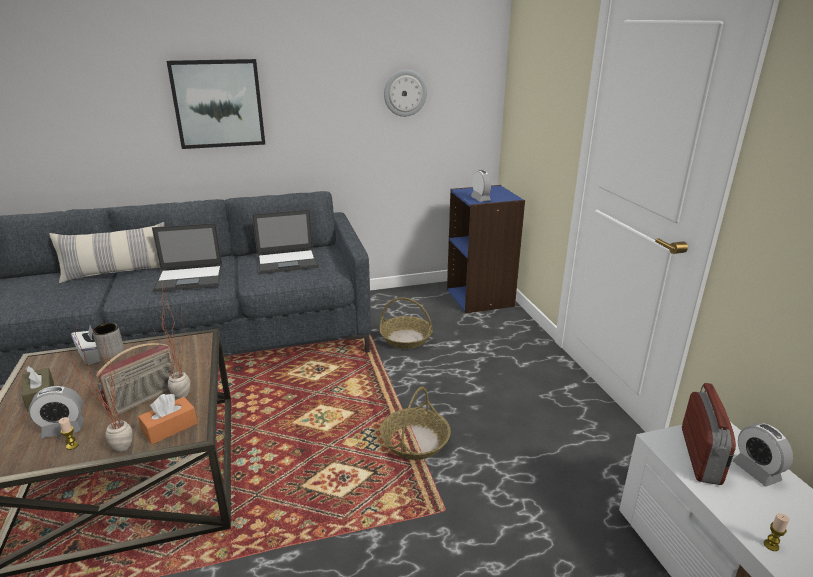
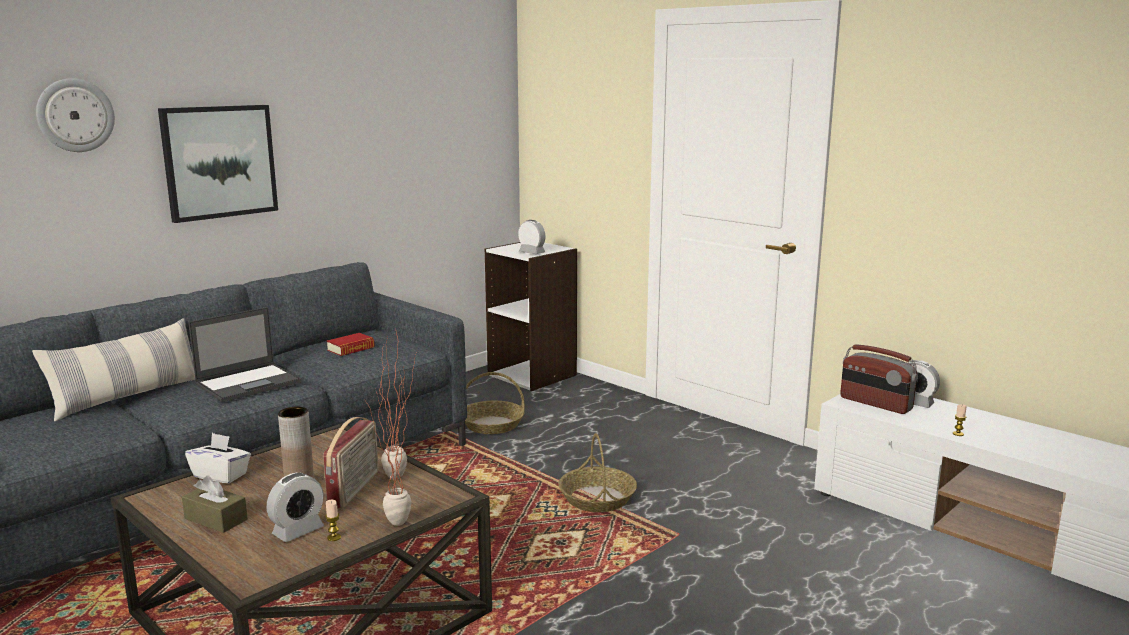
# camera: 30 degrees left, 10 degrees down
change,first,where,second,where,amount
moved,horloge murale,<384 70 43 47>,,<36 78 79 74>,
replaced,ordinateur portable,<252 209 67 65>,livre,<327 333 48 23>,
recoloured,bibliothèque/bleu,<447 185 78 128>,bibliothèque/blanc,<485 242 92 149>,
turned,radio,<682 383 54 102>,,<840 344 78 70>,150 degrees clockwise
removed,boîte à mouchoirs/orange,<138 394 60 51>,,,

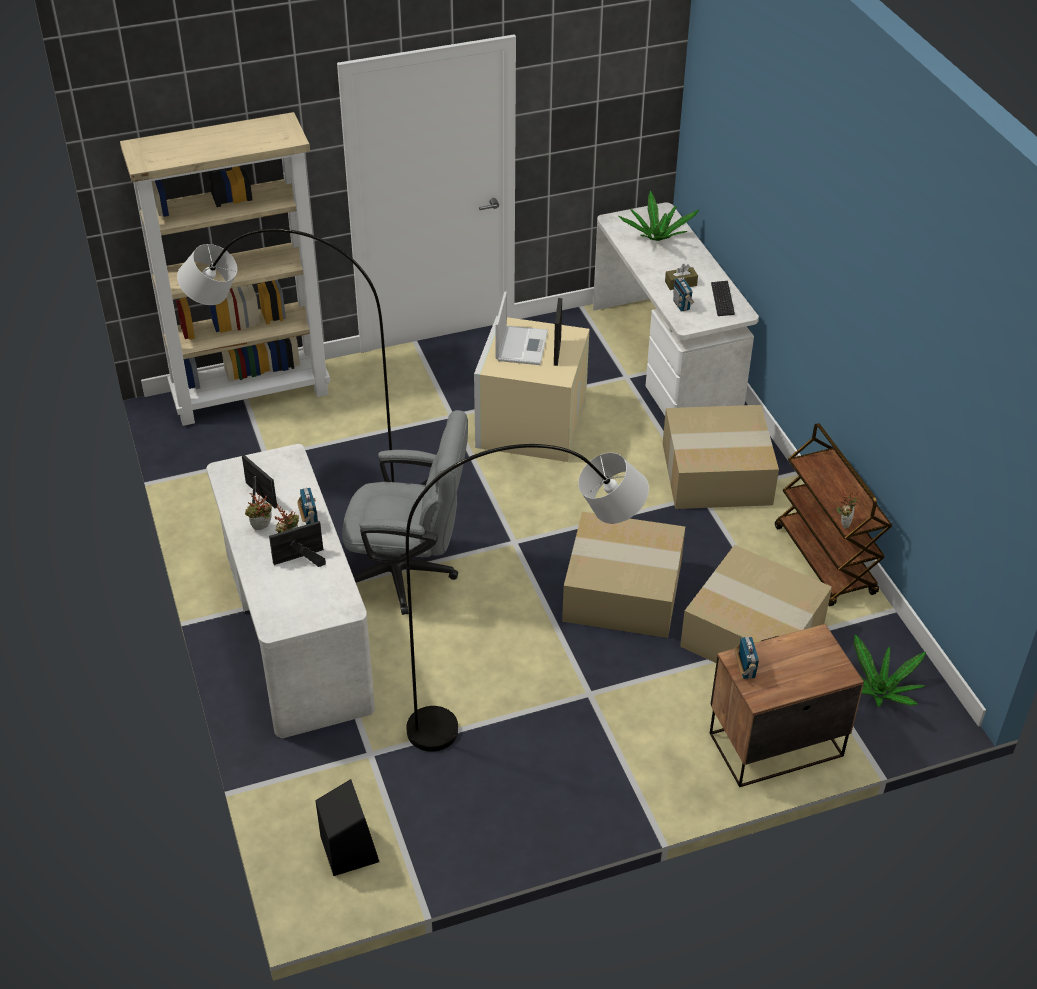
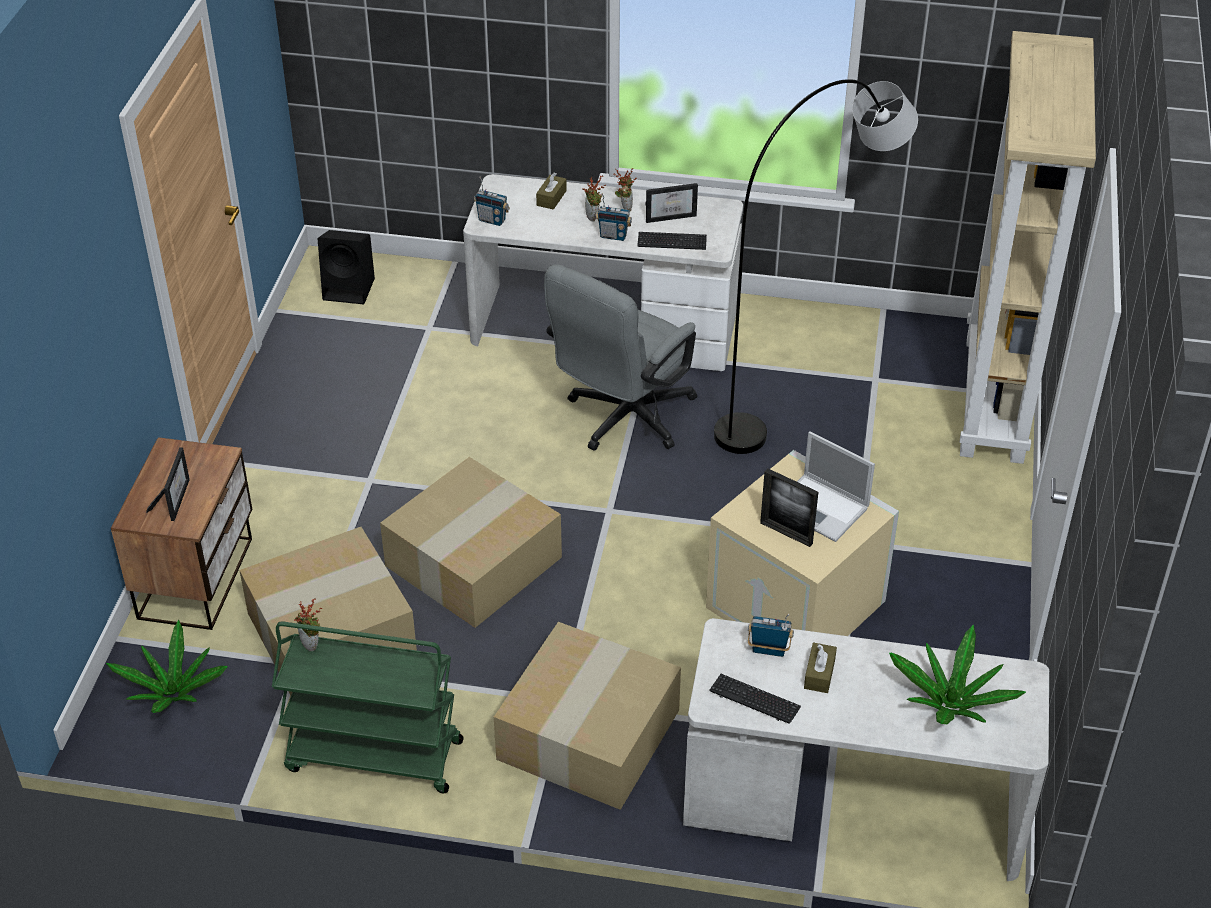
# camera: 120 degrees right, 0 degrees up
change,first,where,second,where,amount
moved,cadre photo,<269 521 57 46>,,<146 447 44 74>,
recoloured,chariot/marron,<775 423 117 183>,chariot/vert,<272 622 192 171>,
moved,radio,<735 637 24 42>,,<474 176 36 50>,
added,,,boîte à mouchoirs/marron,<536 172 31 38>,
added,,,clavier,<637 232 70 18>,
removed,lampadaire/gris,<406 444 243 308>,,,

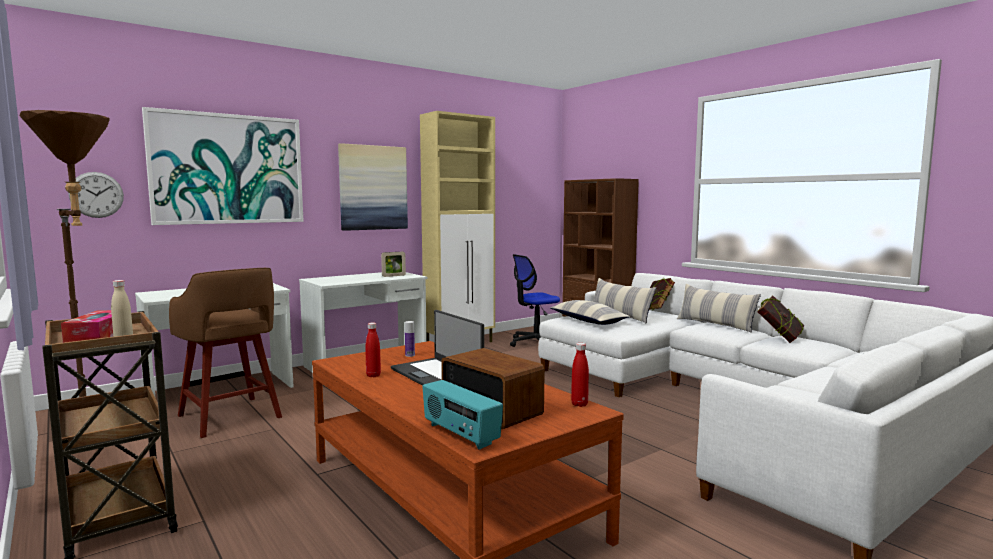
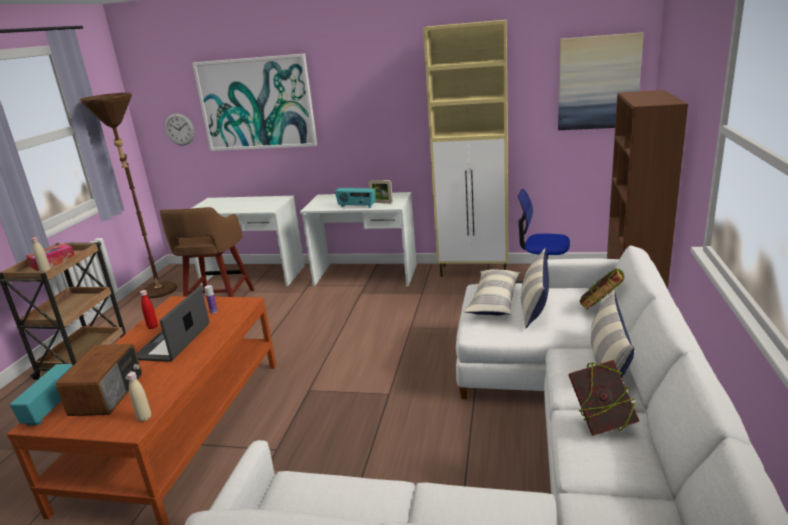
# camera: 50 degrees right, 15 degrees up
change,first,where,second,where,amount
recoloured,bouteille/rouge,<571 343 18 64>,bouteille/beige,<127 372 24 50>,
added,,,radio,<335 188 41 20>,
moved,tableau,<338 143 70 88>,,<558 32 85 98>,

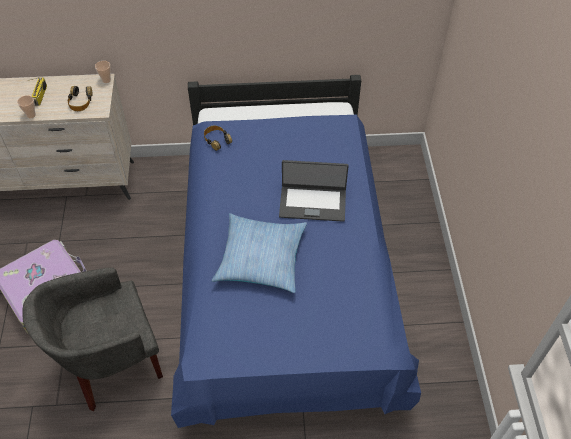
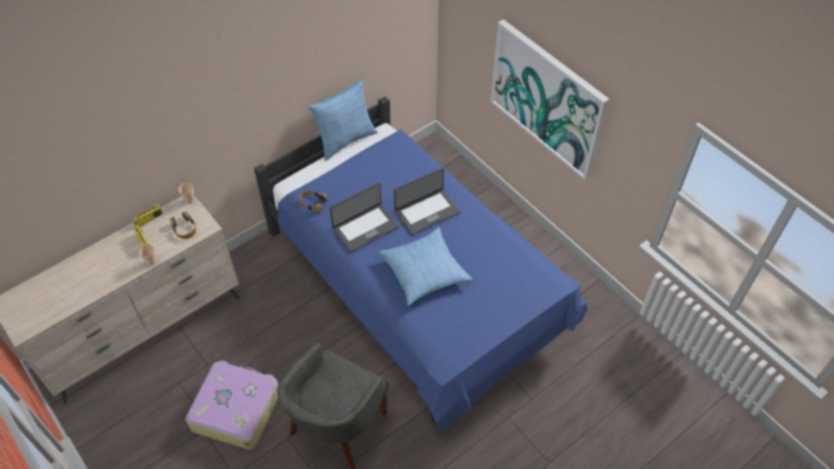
# camera: 35 degrees left, 0 degrees up
change,first,where,second,where,amount
added,,,radio,<133 204 30 23>,
added,,,coussin,<308 79 70 82>,
added,,,ordinateur portable,<330 182 69 70>,
added,,,tableau,<491 19 119 161>,

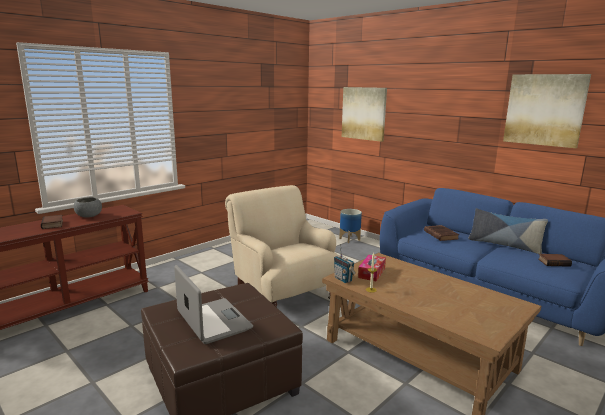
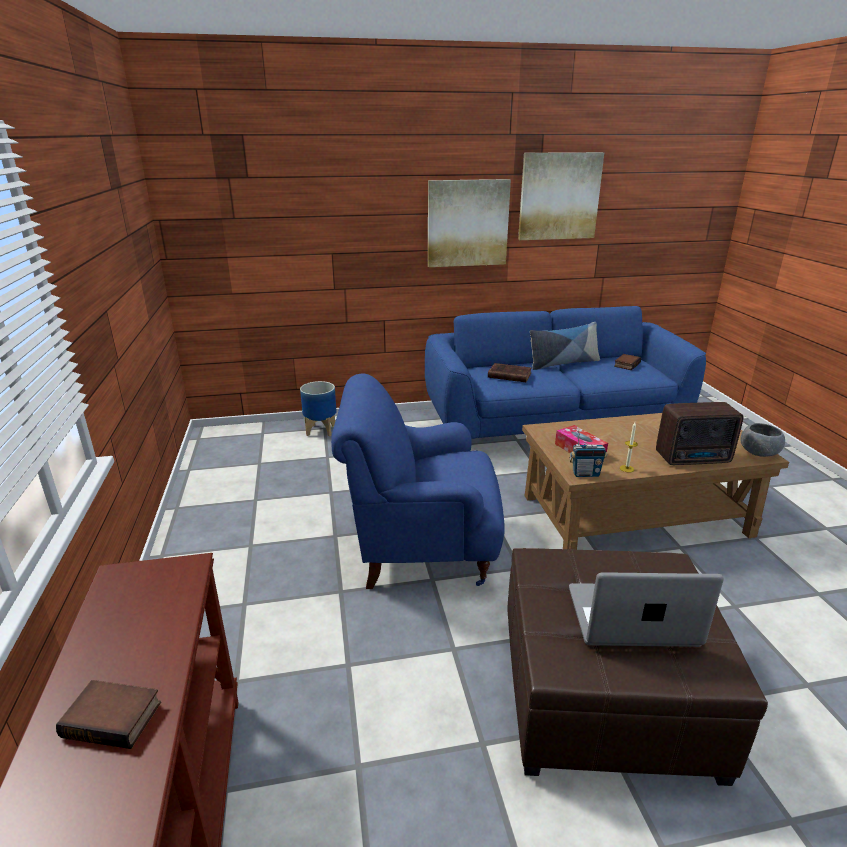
# camera: 55 degrees left, 10 degrees up
change,first,where,second,where,amount
recoloured,fauteuil/beige,<225 185 114 122>,fauteuil/bleu,<331 374 174 215>,
moved,tableau,<342 87 45 55>,,<428 179 83 88>,
added,,,radio,<656 402 88 63>,
moved,bol/gris,<74 197 28 21>,,<740 423 45 34>,

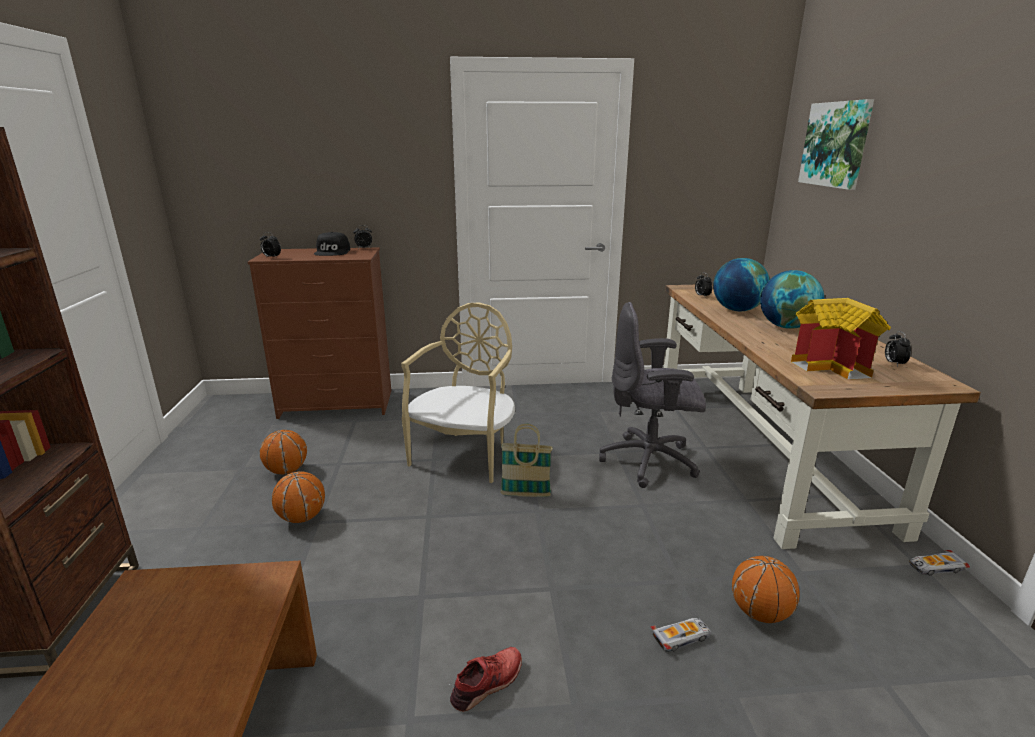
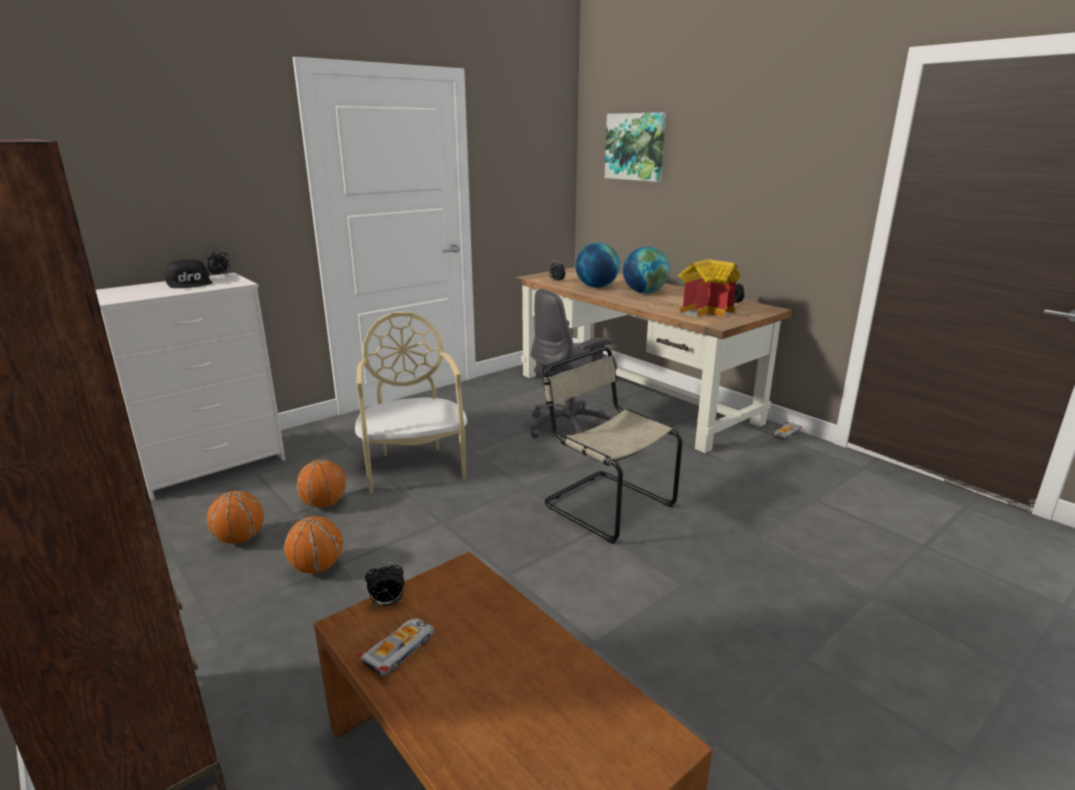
# camera: 35 degrees left, 0 degrees up
change,first,where,second,where,amount
recoloured,commode/marron,<248 248 143 171>,commode/blanc,<96 273 190 227>,
moved,ballon de basket,<732 556 68 67>,,<297 460 49 48>,
moved,petite voiture,<650 618 61 34>,,<357 618 77 58>,
moved,réveil,<260 232 21 26>,,<365 562 39 44>,
added,,,chaise/beige,<543 347 139 197>,
removed,chaussure/rouge,<450 647 72 65>,,,
removed,panier,<501 424 52 73>,,,

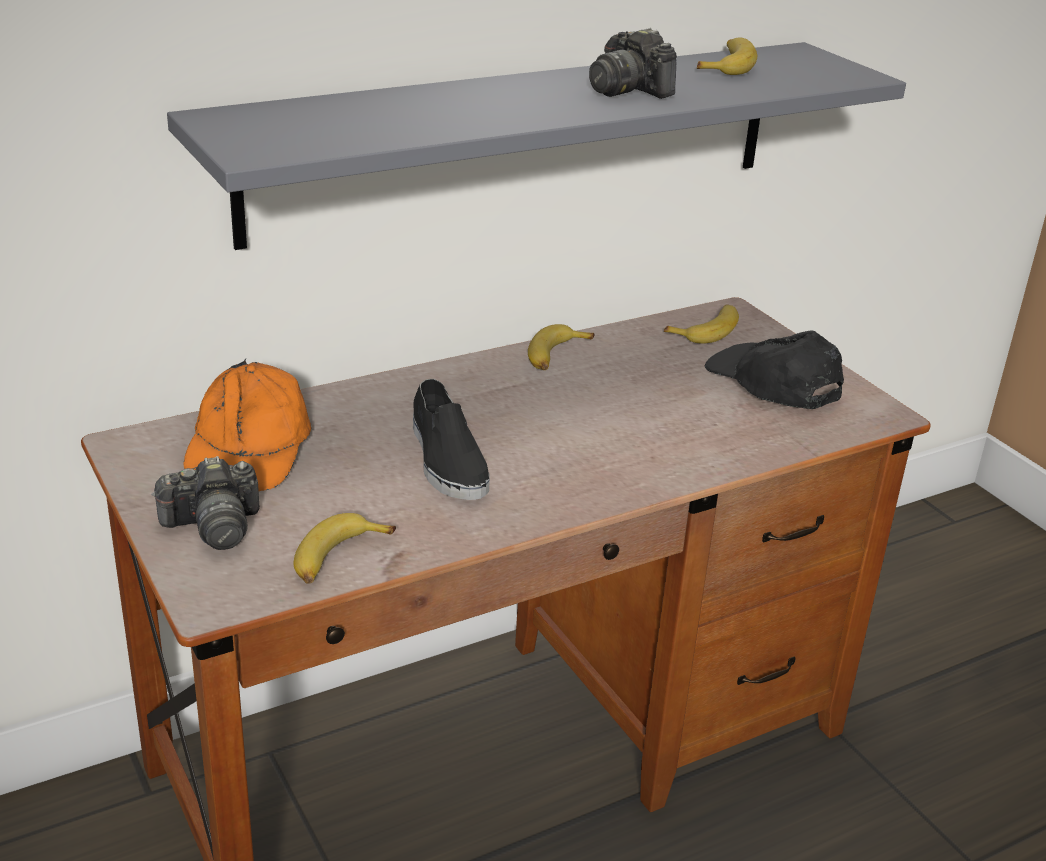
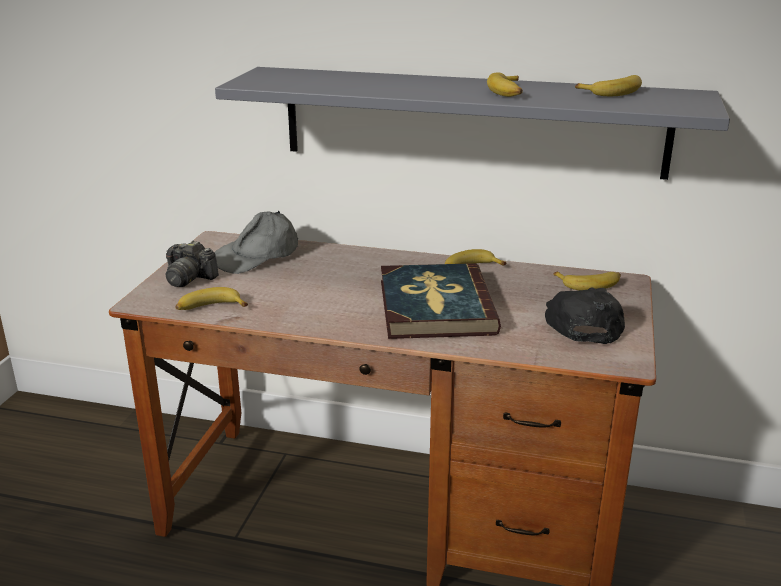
# camera: 45 degrees right, 5 degrees down
change,first,where,second,where,amount
recoloured,casquette/orange,<184 359 128 132>,casquette/gris,<214 211 84 63>,
added,,,livre,<381 263 120 76>,
replaced,appareil photo,<589 28 88 71>,banane,<487 73 36 24>,
removed,chaussure/noir,<413 379 77 121>,,,

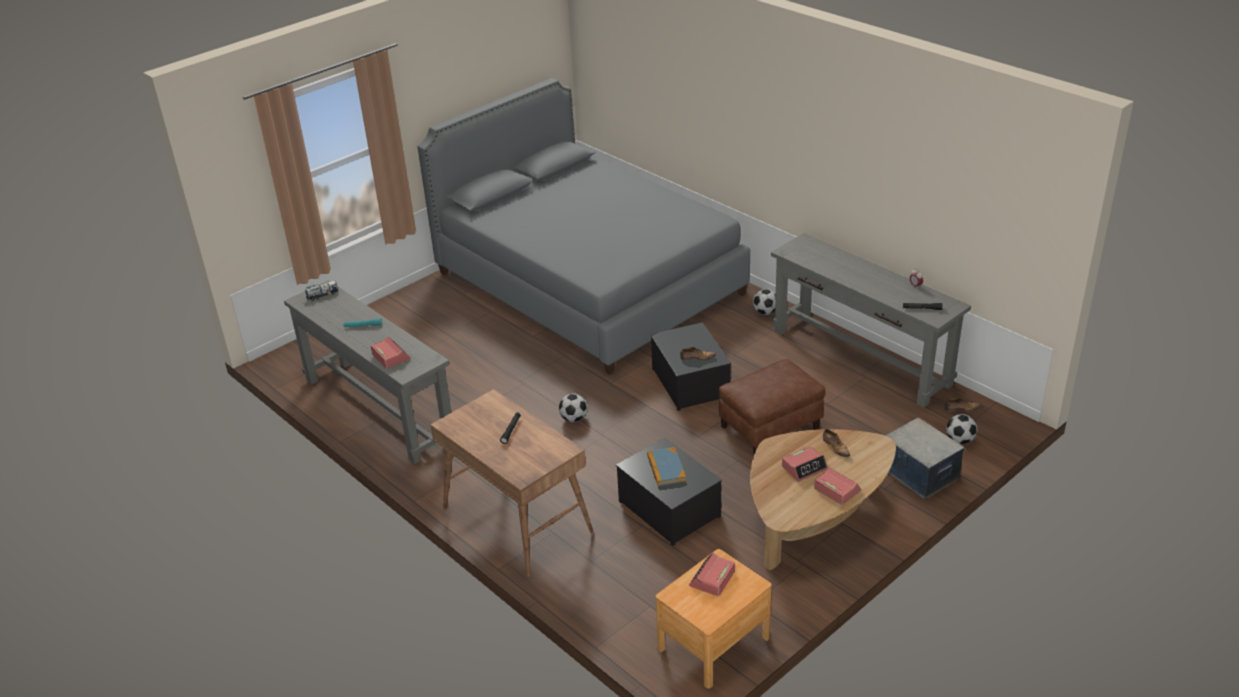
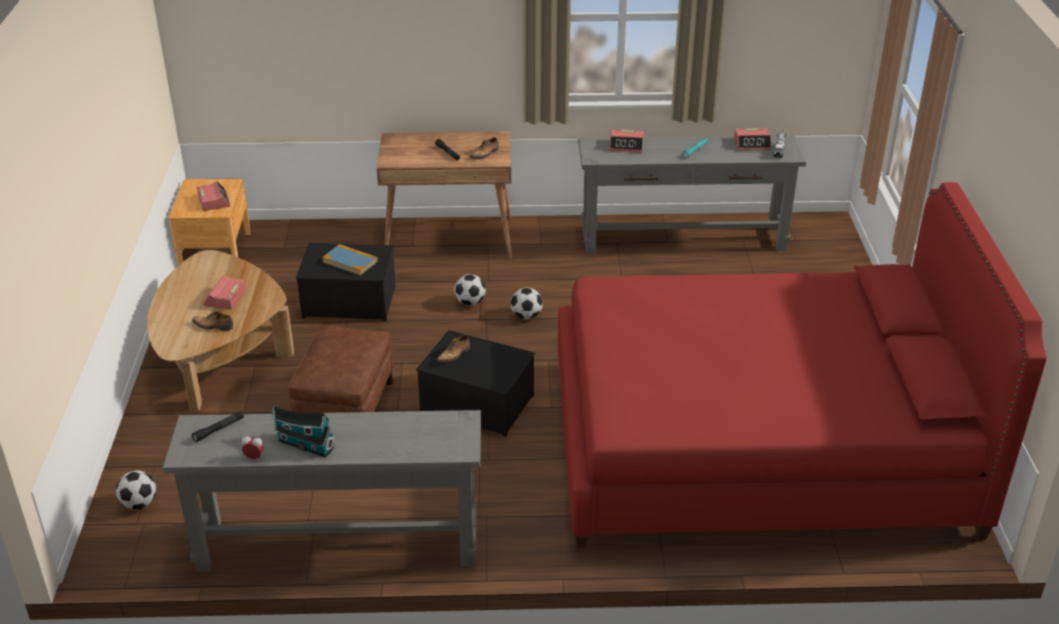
# camera: 130 degrees right, 0 degrees up
change,first,where,second,where,amount
added,,,maison miniature,<272 406 64 51>,
moved,ballon de foot,<753 289 23 26>,,<454 274 32 32>,
moved,chaussure,<945 398 36 14>,,<470 137 29 22>,
recoloured,lit/gris,<418 78 332 297>,lit/rouge,<558 182 489 366>,
moved,réveil,<814 467 47 38>,,<734 128 37 22>,
removed,boîte de rangement,<885 417 80 83>,,,

